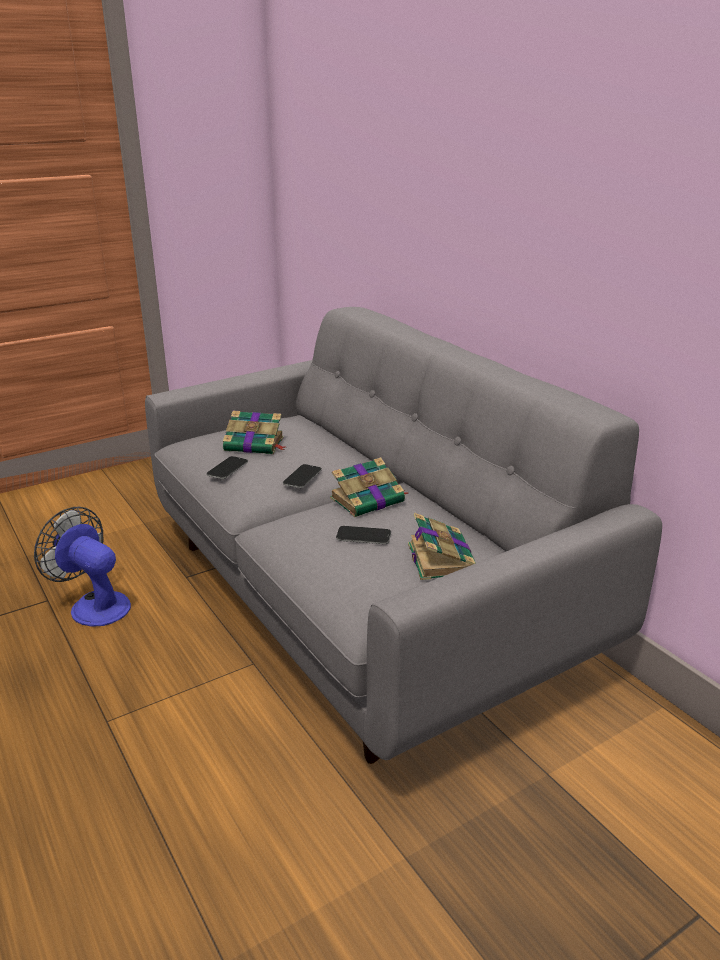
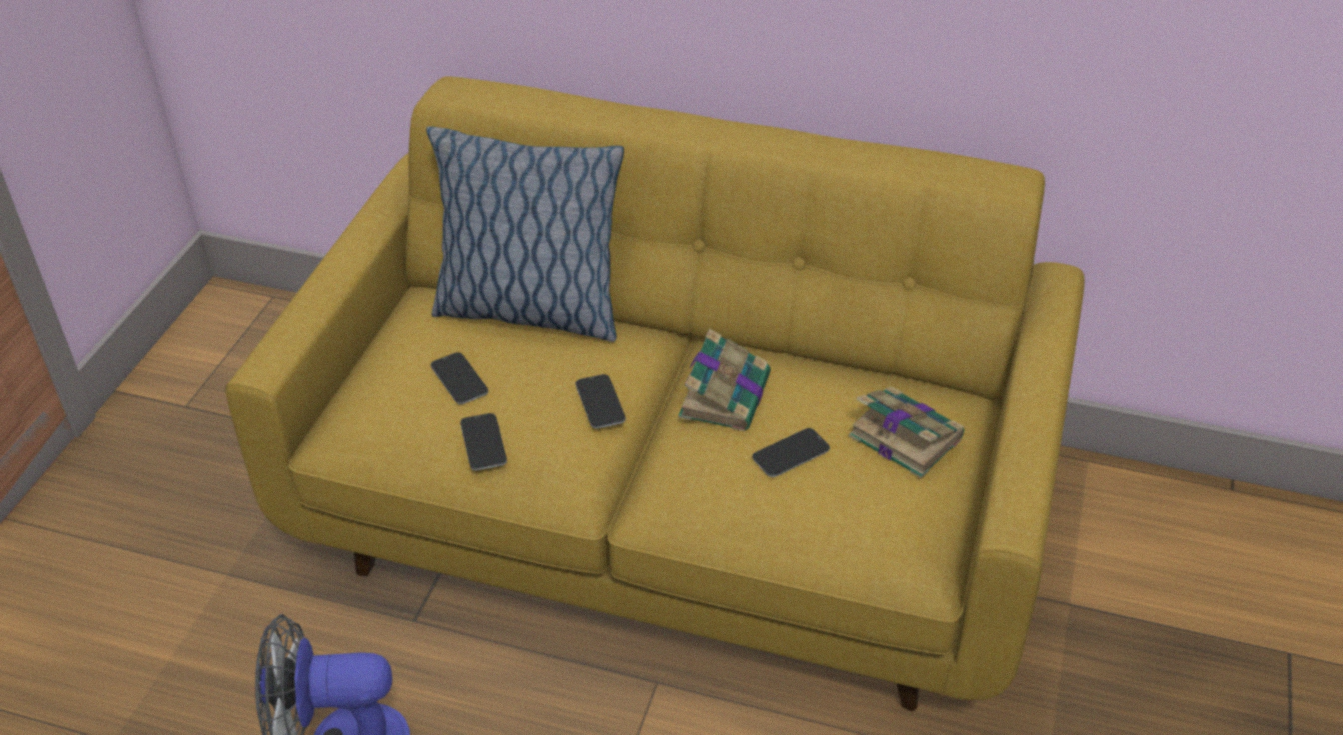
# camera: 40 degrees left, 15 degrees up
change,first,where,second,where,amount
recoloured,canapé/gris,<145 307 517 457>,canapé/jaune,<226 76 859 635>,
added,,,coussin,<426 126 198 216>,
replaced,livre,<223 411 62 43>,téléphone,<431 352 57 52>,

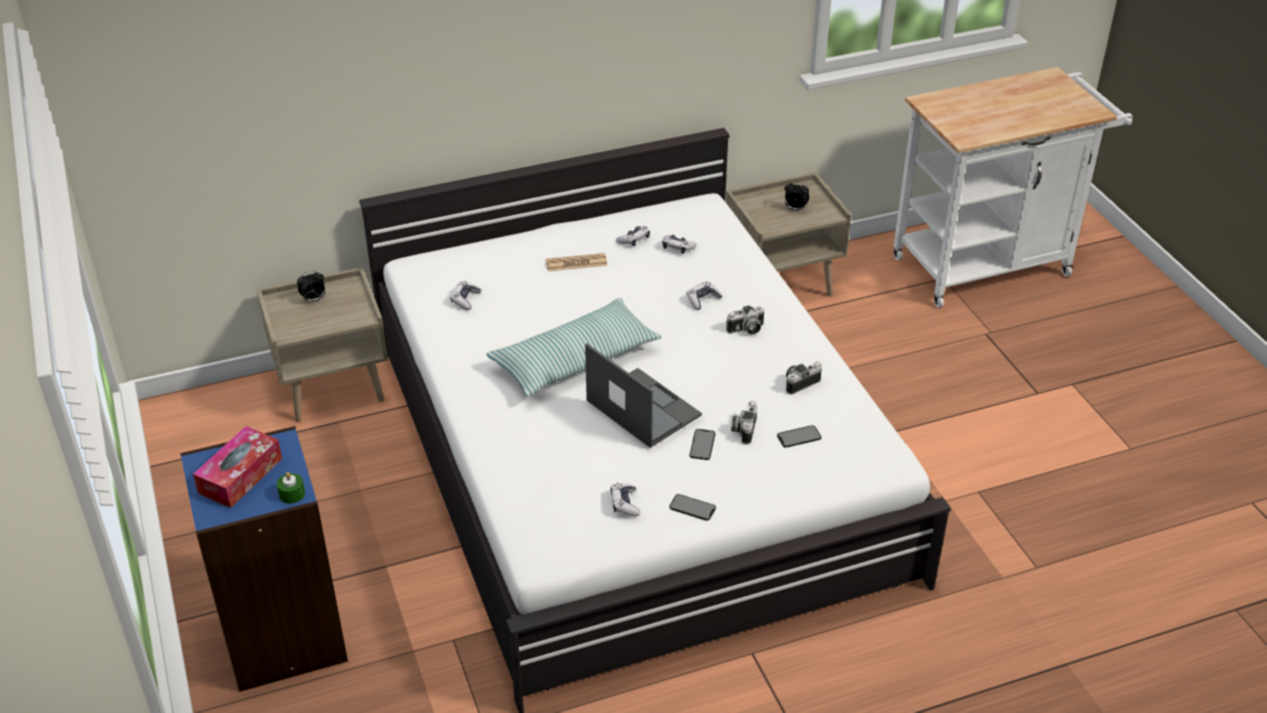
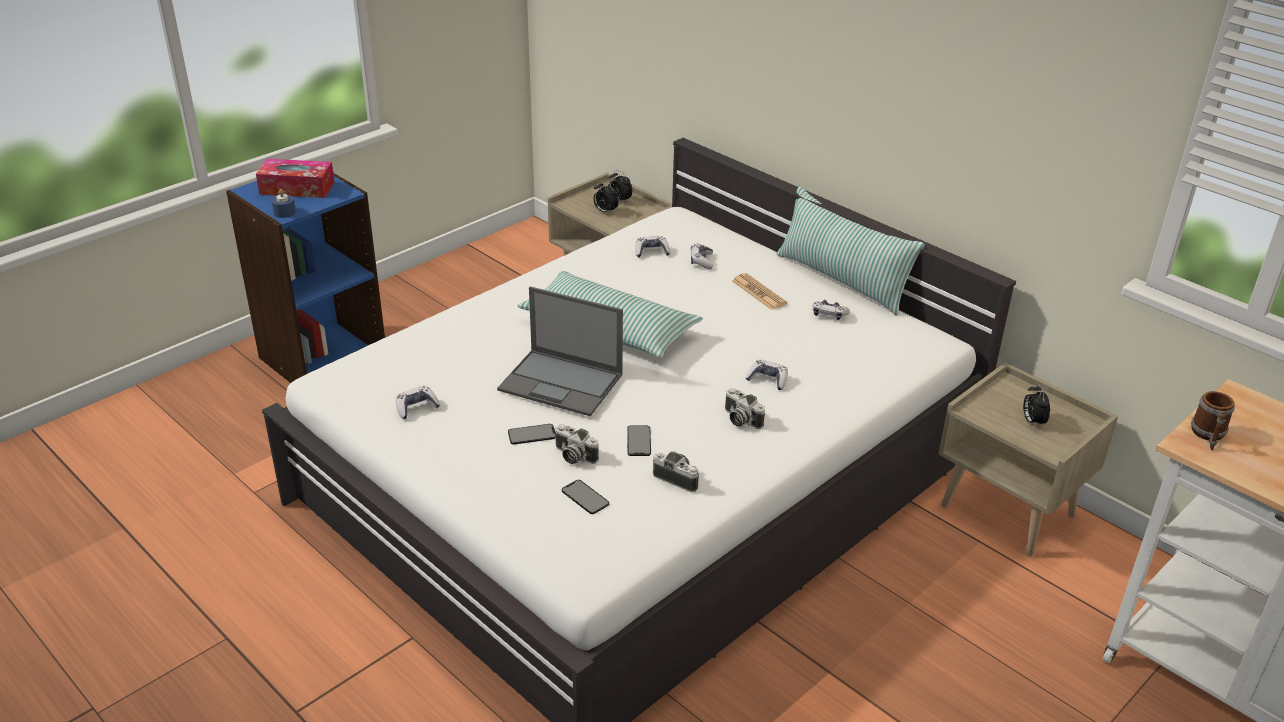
# camera: 65 degrees right, 5 degrees down
change,first,where,second,where,amount
recoloured,bougie/vert,<277 472 28 31>,bougie/bleu,<271 189 25 29>,
turned,ordinateur portable,<585 344 117 104>,,<497 286 126 130>,90 degrees clockwise
turned,appareil photo,<731 401 27 44>,,<555 424 44 40>,135 degrees counterclockwise
added,,,réveil,<593 181 26 33>,
moved,téléphone,<669 494 47 27>,,<627 425 24 31>,
moved,manette,<662 235 35 19>,,<691 243 23 26>,
added,,,coussin,<777 187 148 129>,
added,,,mug,<1191 391 44 59>,

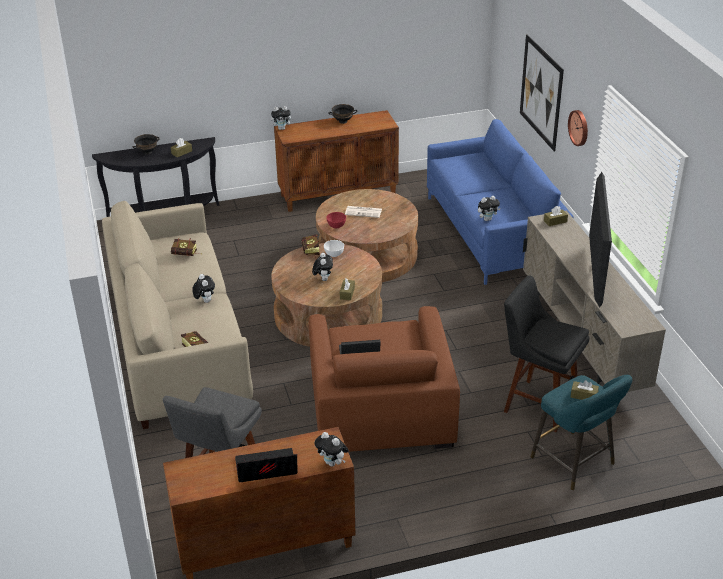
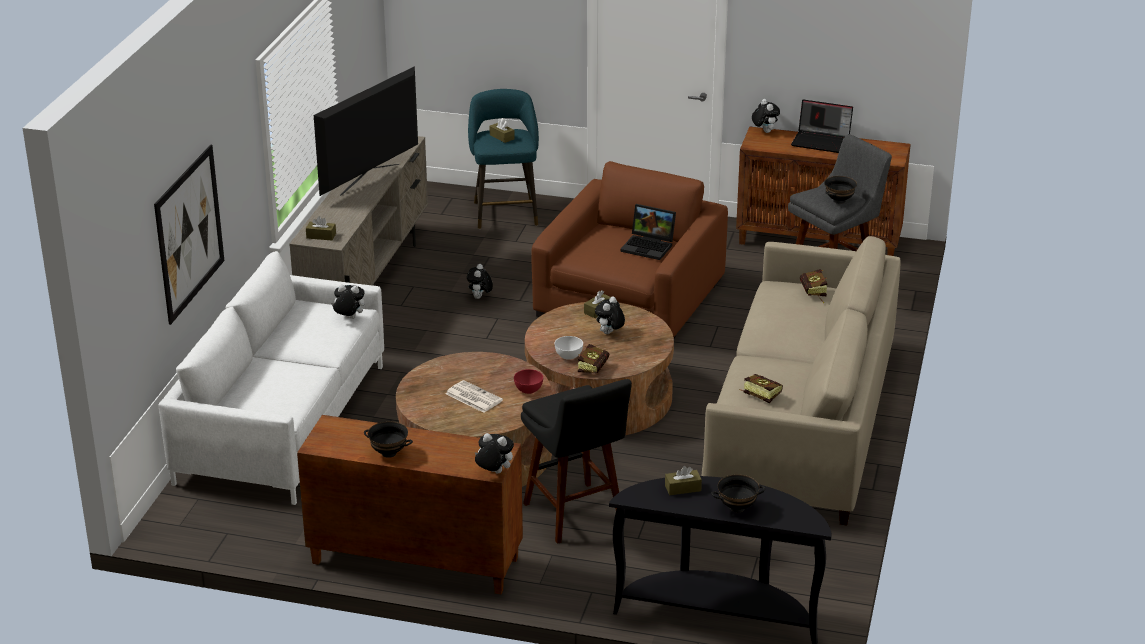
# camera: 150 degrees left, 5 degrees down
change,first,where,second,where,amount
recoloured,canapé/bleu,<427 119 147 166>,canapé/blanc,<158 251 226 254>,
moved,peluche,<192 274 23 29>,,<467 264 26 35>,
moved,tabouret/noir,<504 275 86 157>,,<521 379 111 165>,
added,,,bol/noir,<824 176 33 28>,
removed,horloge murale,<568 110 20 36>,,,

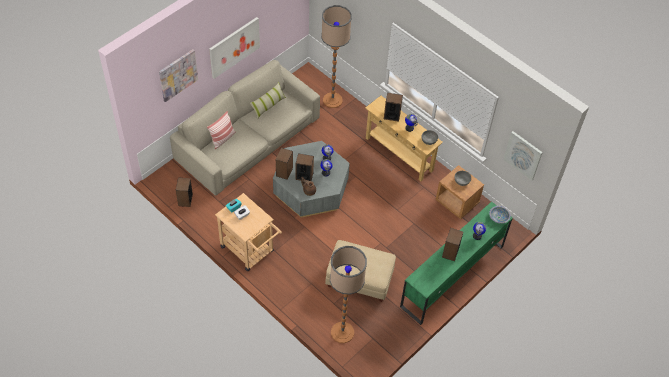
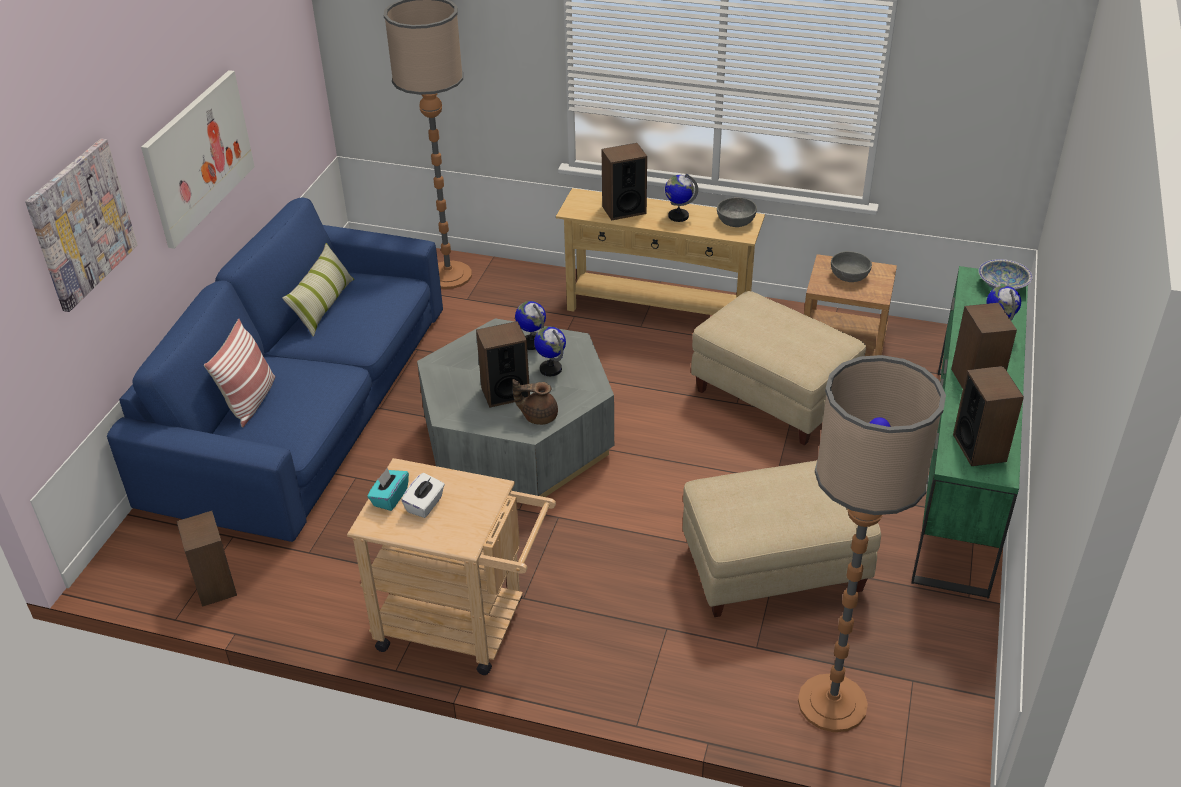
# camera: 25 degrees left, 15 degrees down
change,first,where,second,where,amount
recoloured,canapé/beige,<170 60 150 136>,canapé/bleu,<107 198 336 344>,
added,,,pouf/beige,<691 291 175 155>,
moved,enceinte,<276 148 17 32>,,<953 366 71 100>,
removed,tableau,<503 131 40 49>,,,

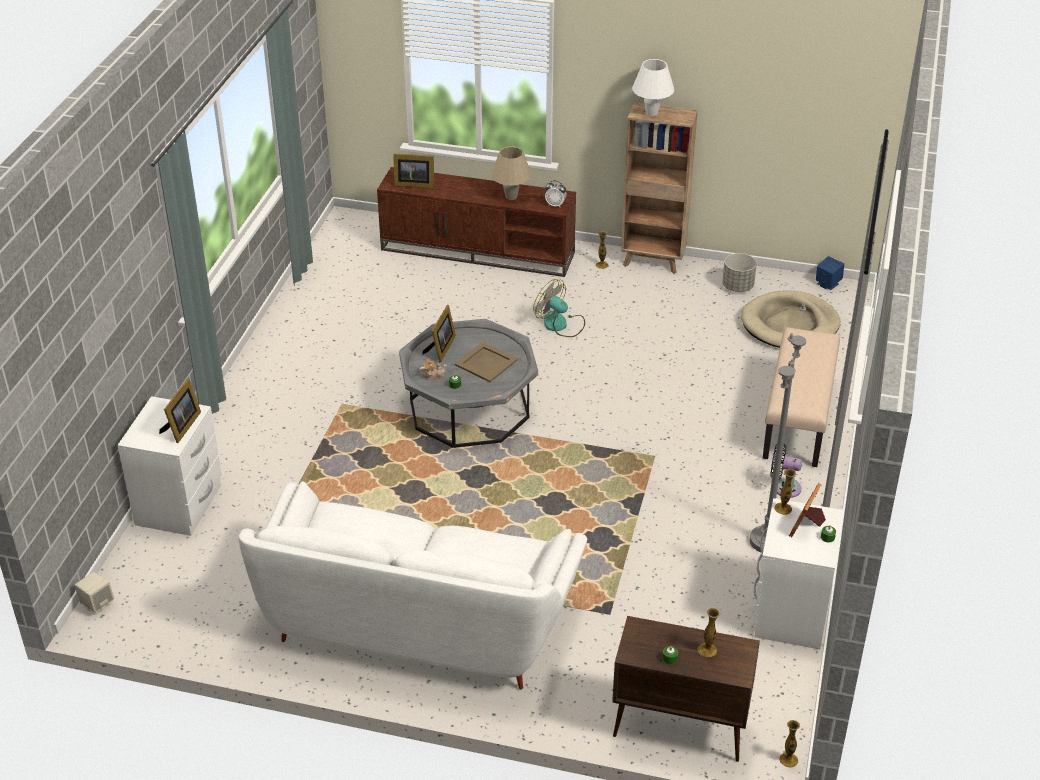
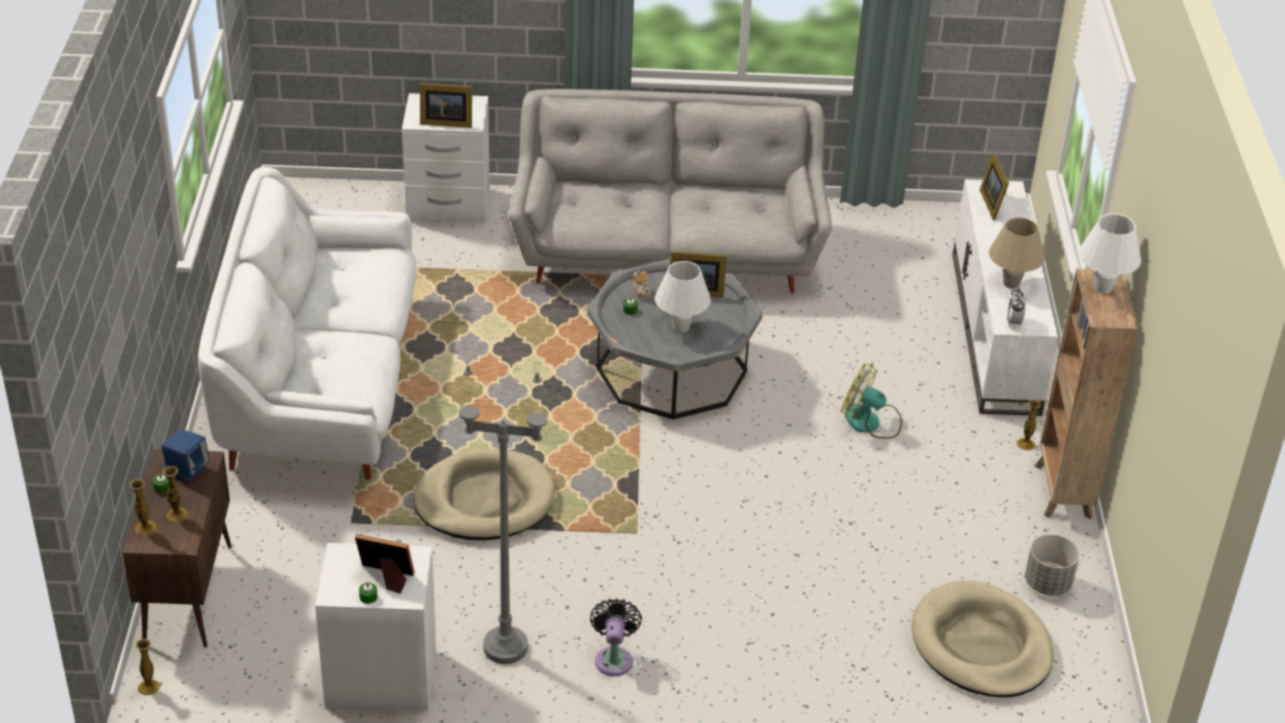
# camera: 75 degrees right, 0 degrees up
change,first,where,second,where,amount
moved,vase,<774 469 22 46>,,<130 479 27 57>,
moved,enceinte/bleu,<816 256 28 34>,,<161 429 49 53>,
added,,,panier pour chien/beige,<413 449 142 91>,
added,,,canapé/gris,<509 89 323 204>,
replaced,plateau/beige,<455 342 63 40>,lampe de table/blanc,<655 261 56 71>,
turned,ventilateur,<533 279 52 58>,,<841 364 61 75>,90 degrees counterclockwise
recoloured,meuble télé/marron,<377 167 199 110>,meuble télé/blanc,<953 179 105 237>,
removed,enceinte/beige,<75 572 39 43>,,,
removed,banc/beige,<763 327 77 140>,,,

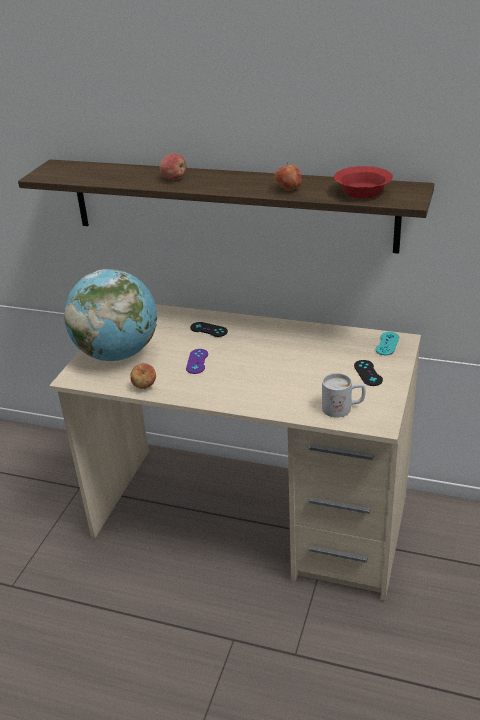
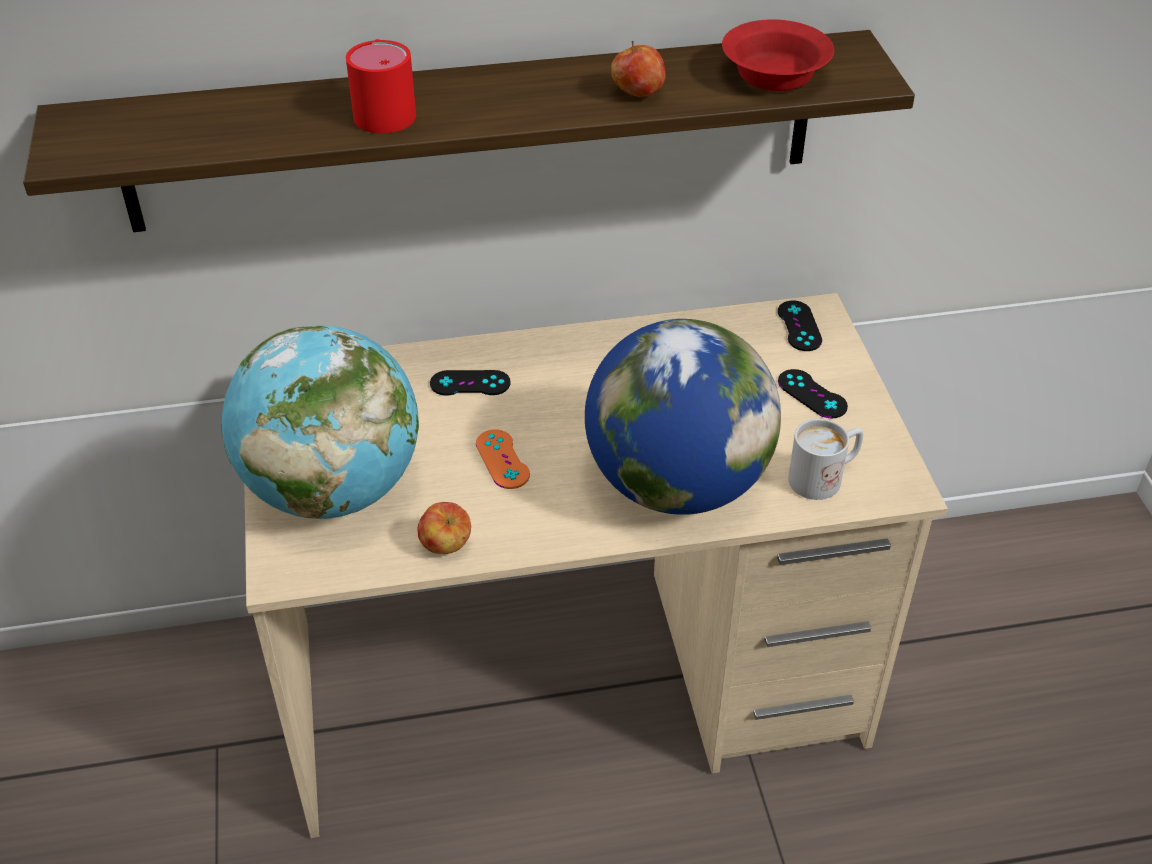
# camera: 30 degrees left, 10 degrees up
change,first,where,second,where,amount
replaced,pomme,<160 153 26 27>,mug/rouge,<346 39 70 94>,
recoloured,manette/violet,<186 349 22 25>,manette/orange,<476 429 54 60>,
added,,,globe,<585 319 196 196>,
recoloured,manette/turquoise,<375 332 24 23>,manette/noir,<778 301 44 50>,

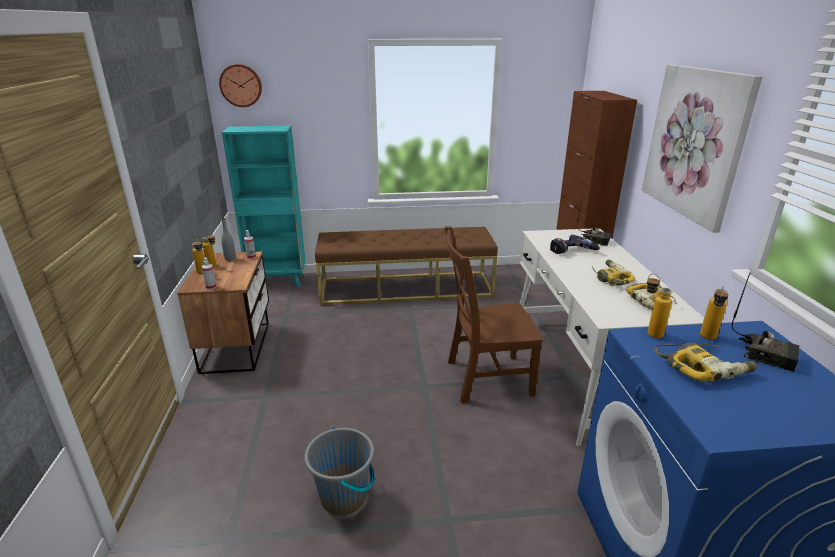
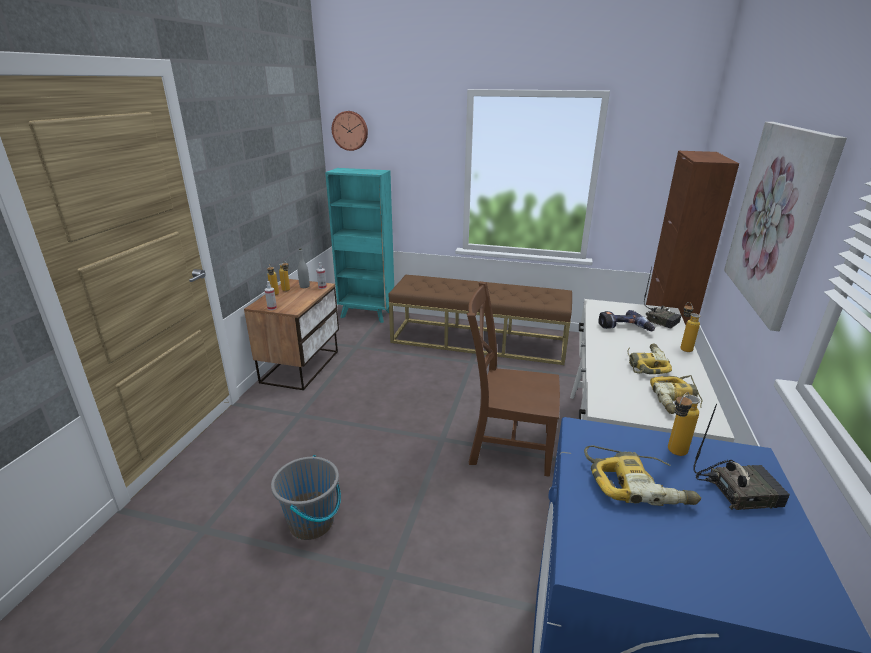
# camera: 20 degrees right, 0 degrees up
change,first,where,second,where,amount
moved,bouteille,<647 274 26 65>,,<680 302 20 50>,
turned,radio,<732 273 67 99>,,<693 404 97 106>,60 degrees counterclockwise

